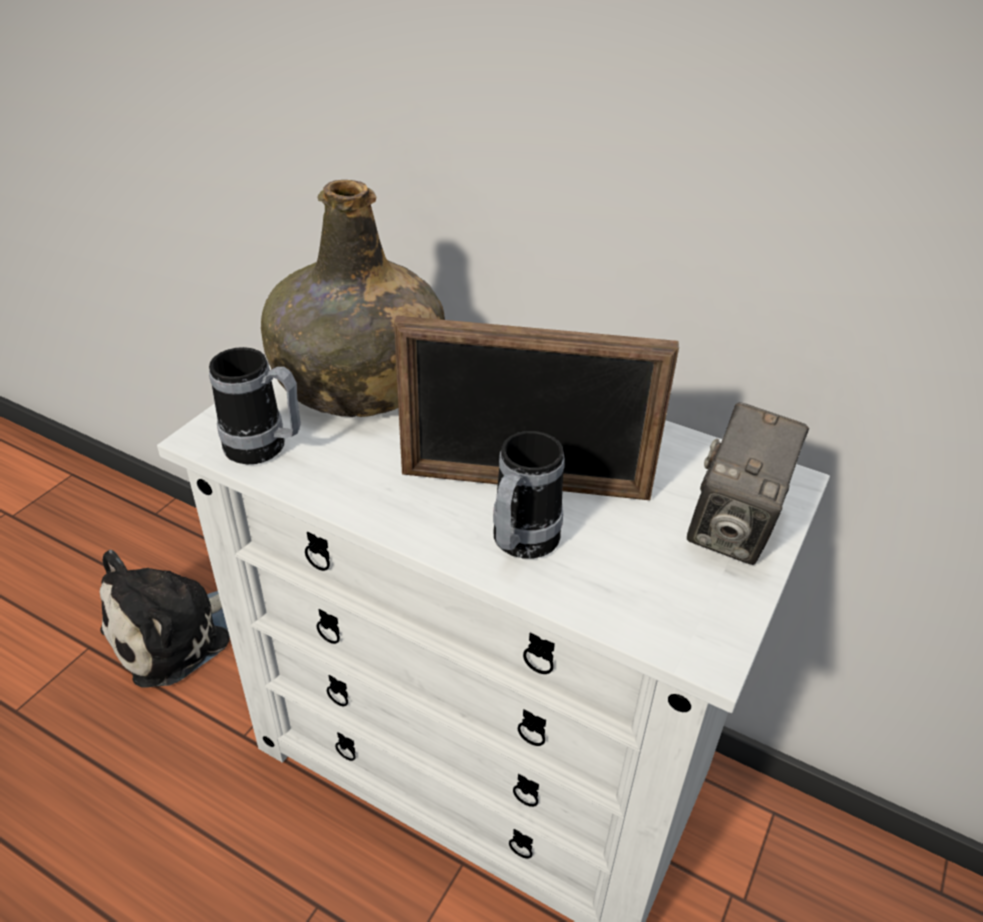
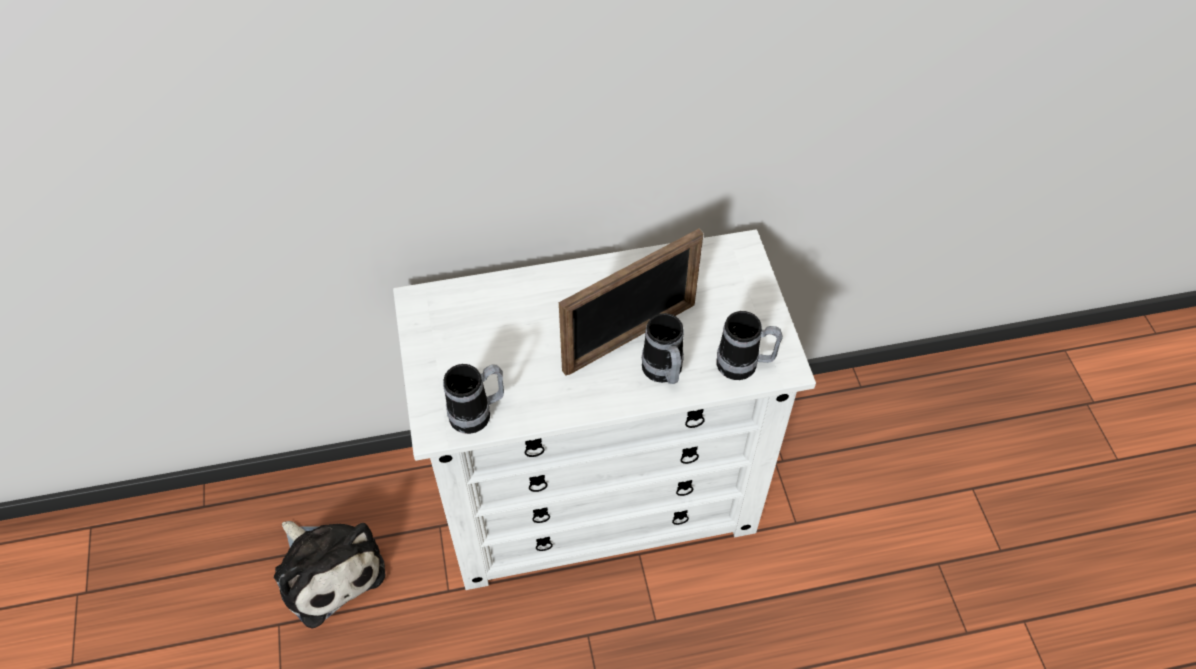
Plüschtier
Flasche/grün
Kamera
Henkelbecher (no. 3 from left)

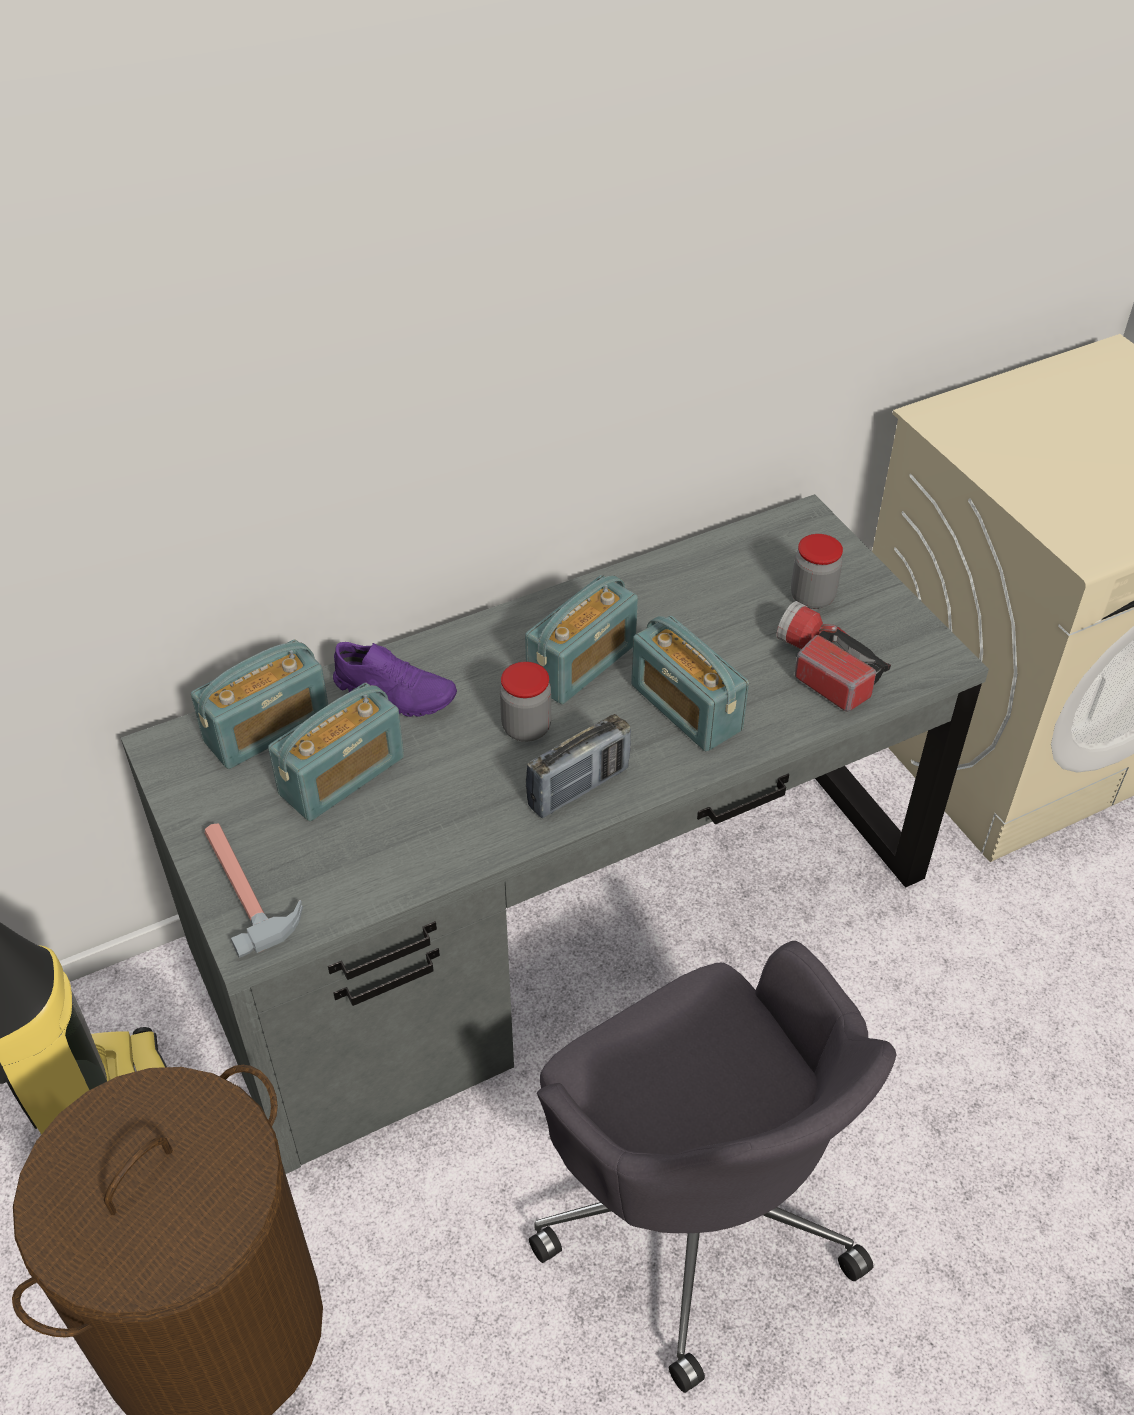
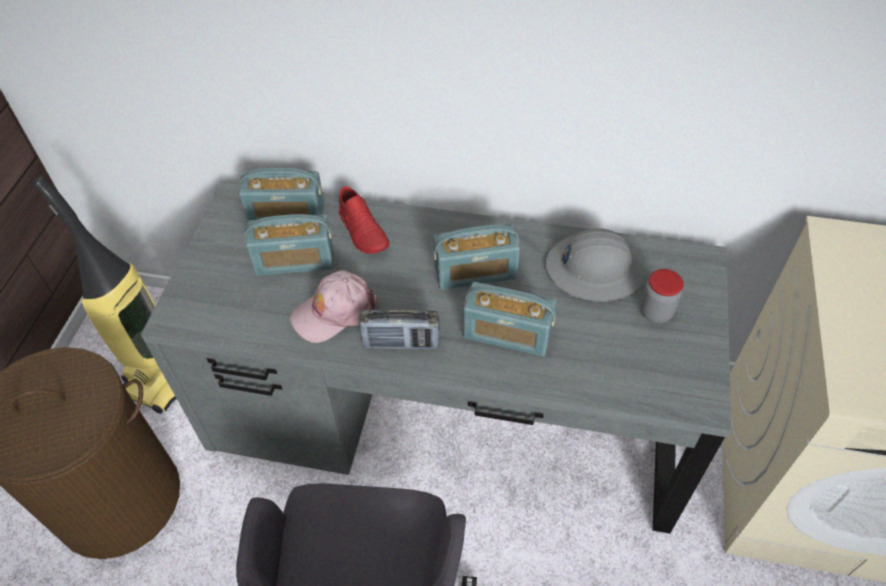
Hammer
Schuh/rot
Vorratsglas (no. 1 from left in the first image)
Radio (no. 5 from left)
Taschenlampe
Kappe/rosa
Schutzhelm/grau

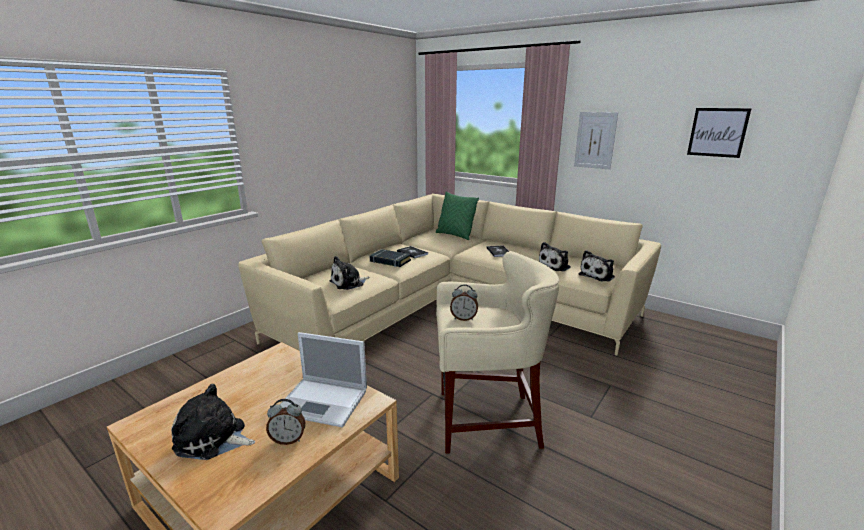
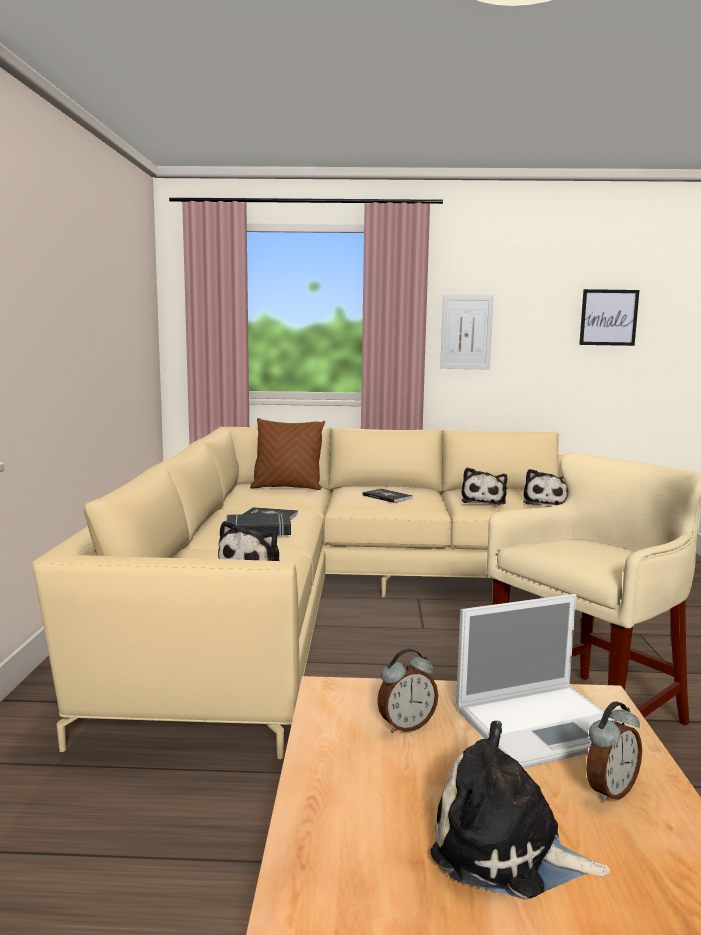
Plüschtier (no. 3 from left)
Kissen/braun
Wecker (no. 1 from left)

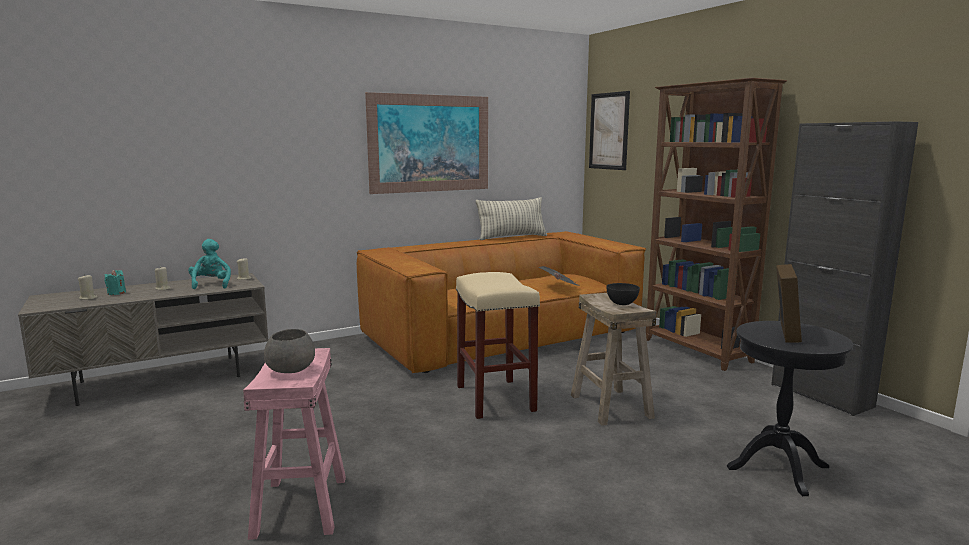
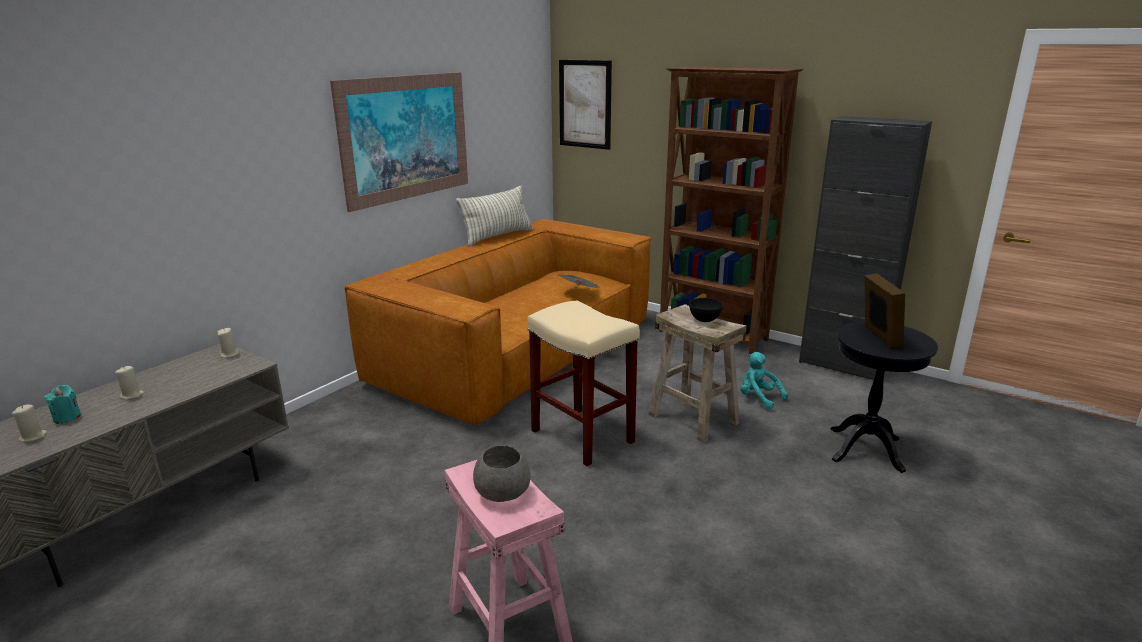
Plüschtier/türkis

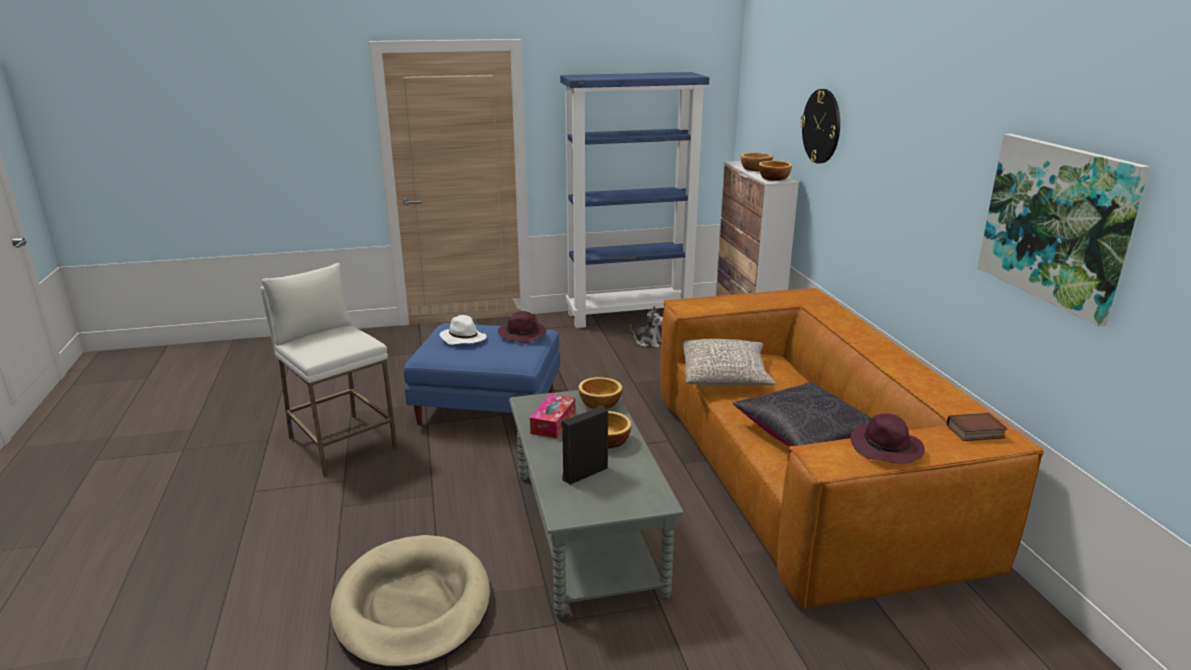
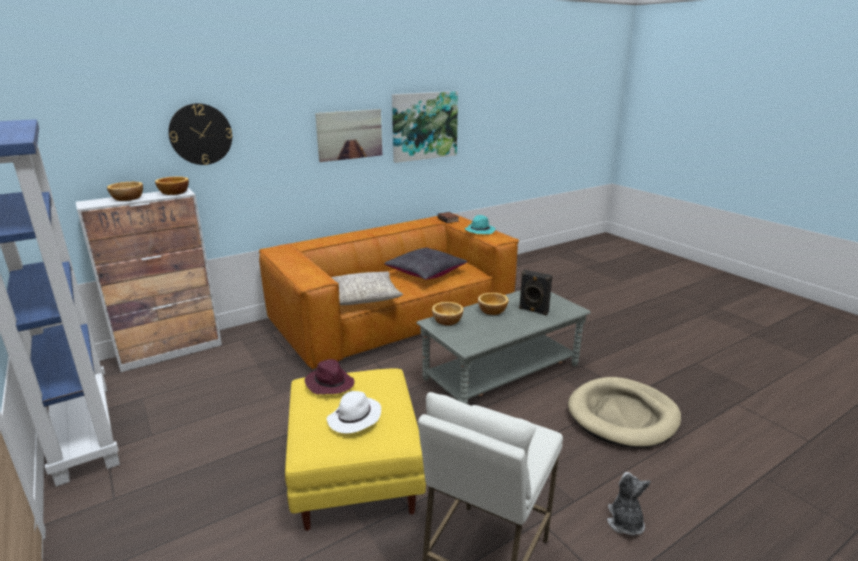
Polsterhocker/gelb
Taschentuchbox
Plüschtier
Hut/türkis
Bild (no. 1 from left)

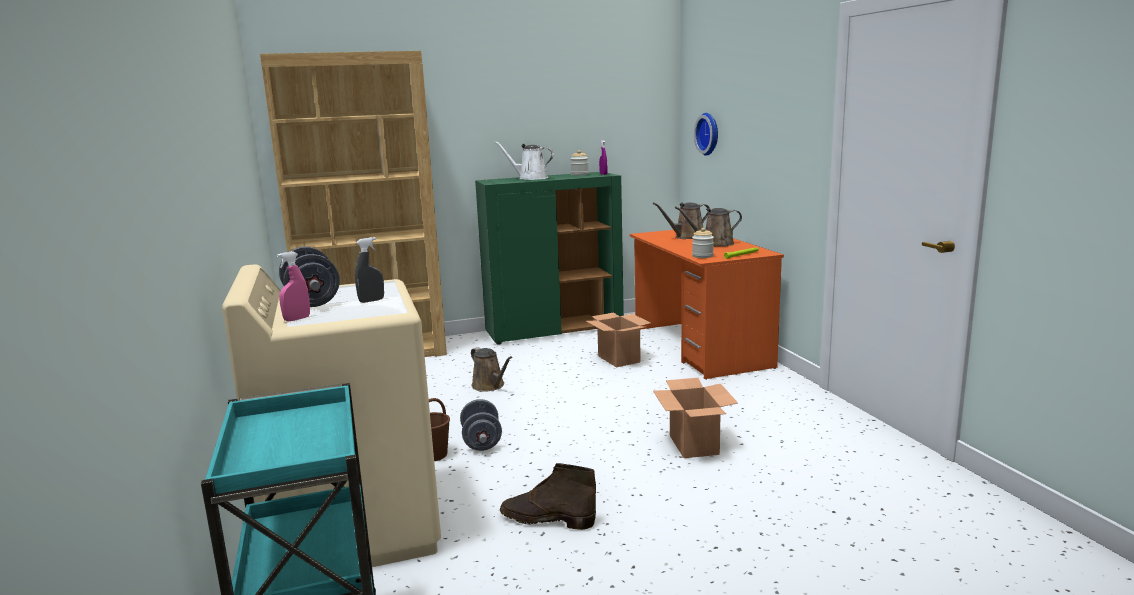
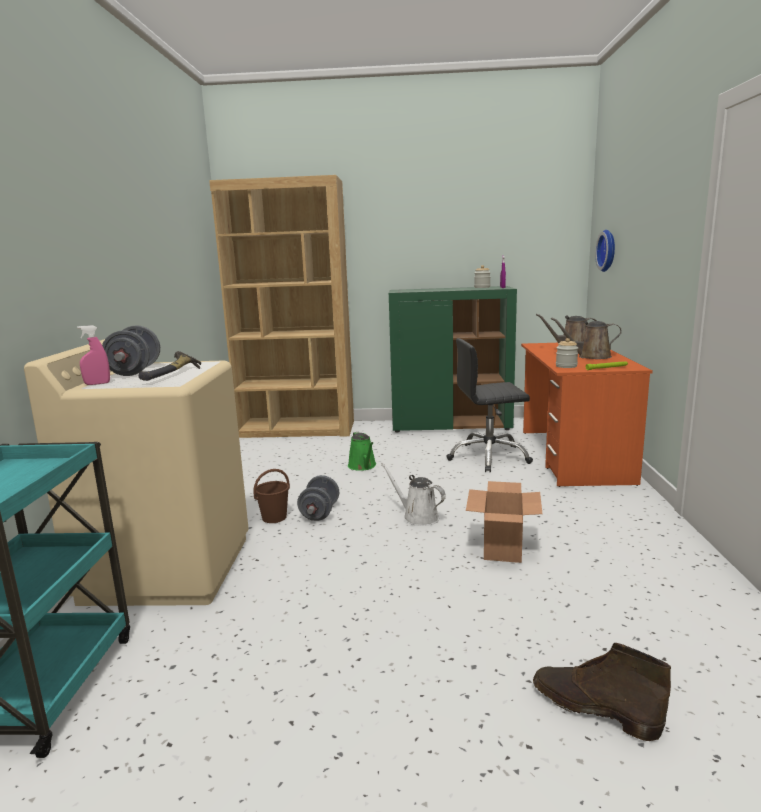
Hammer
Gießkanne/grün
Gießkanne/weiß
Stiefel/braun
Bürostuhl/schwarz

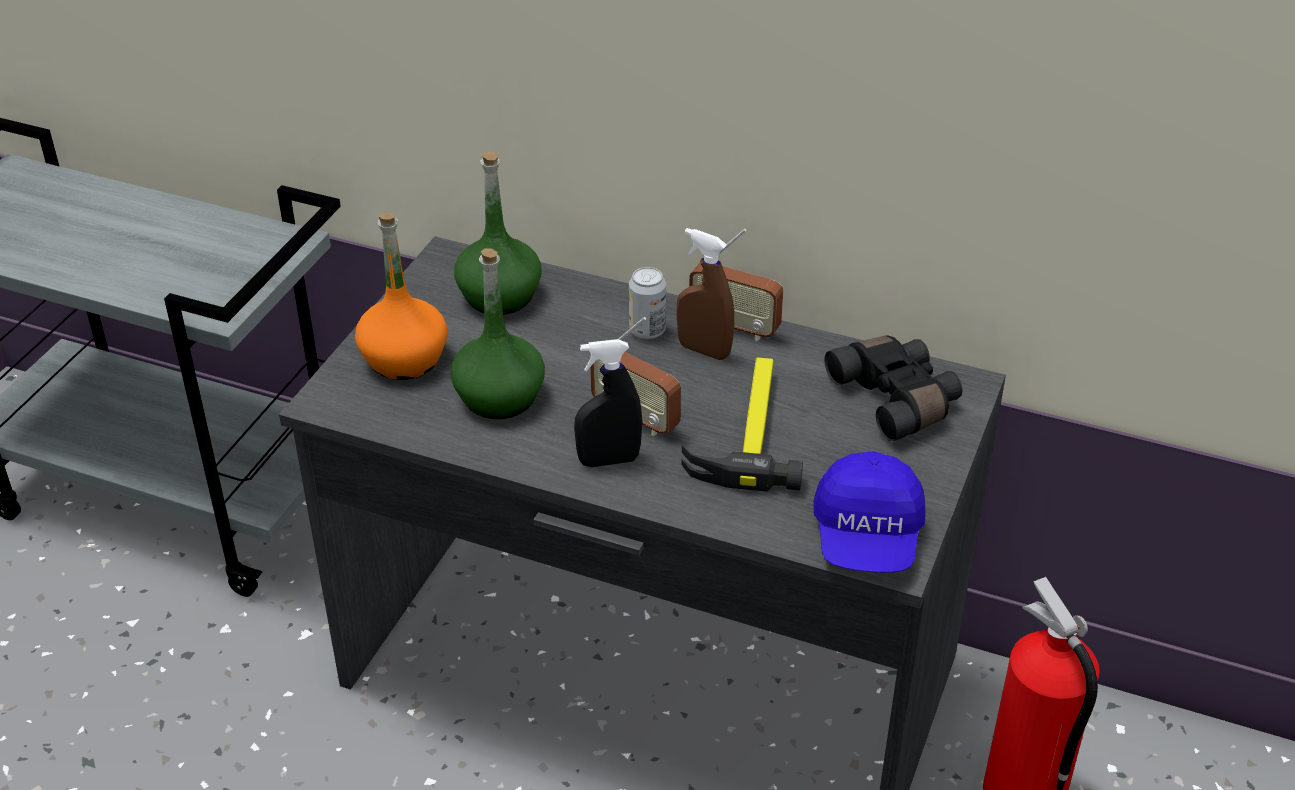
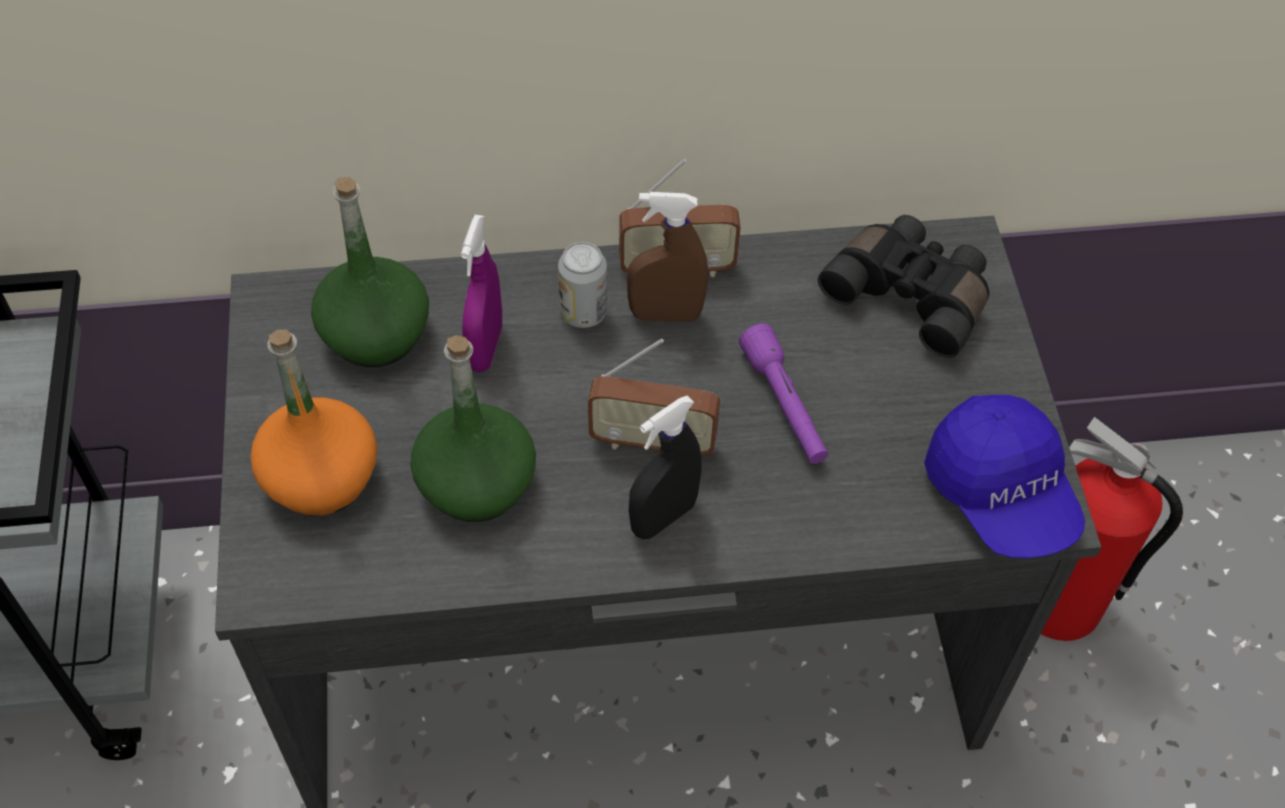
Taschenlampe/lila
Sprühflasche/lila

